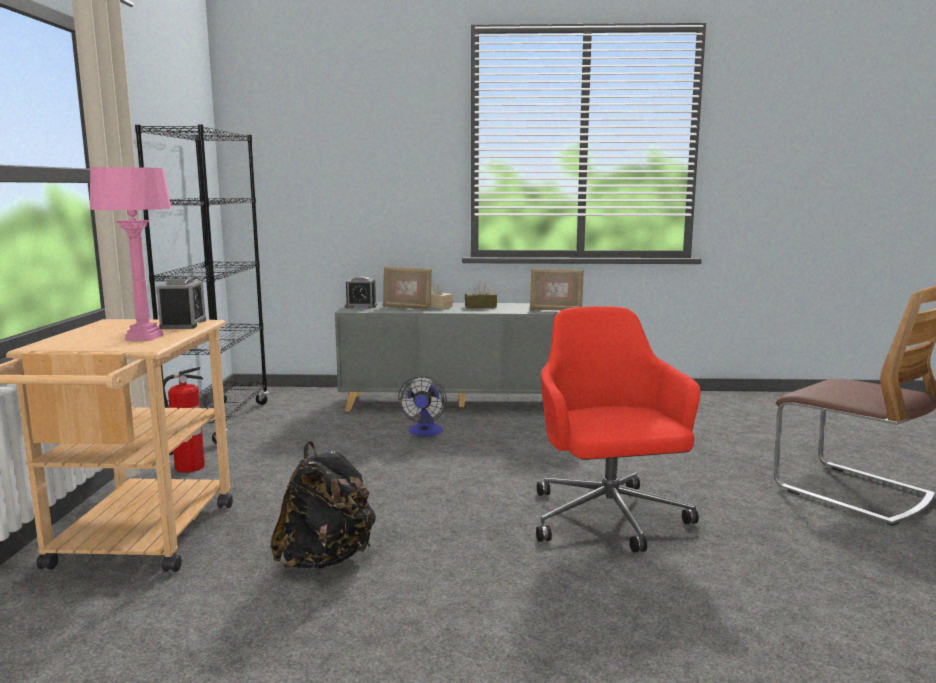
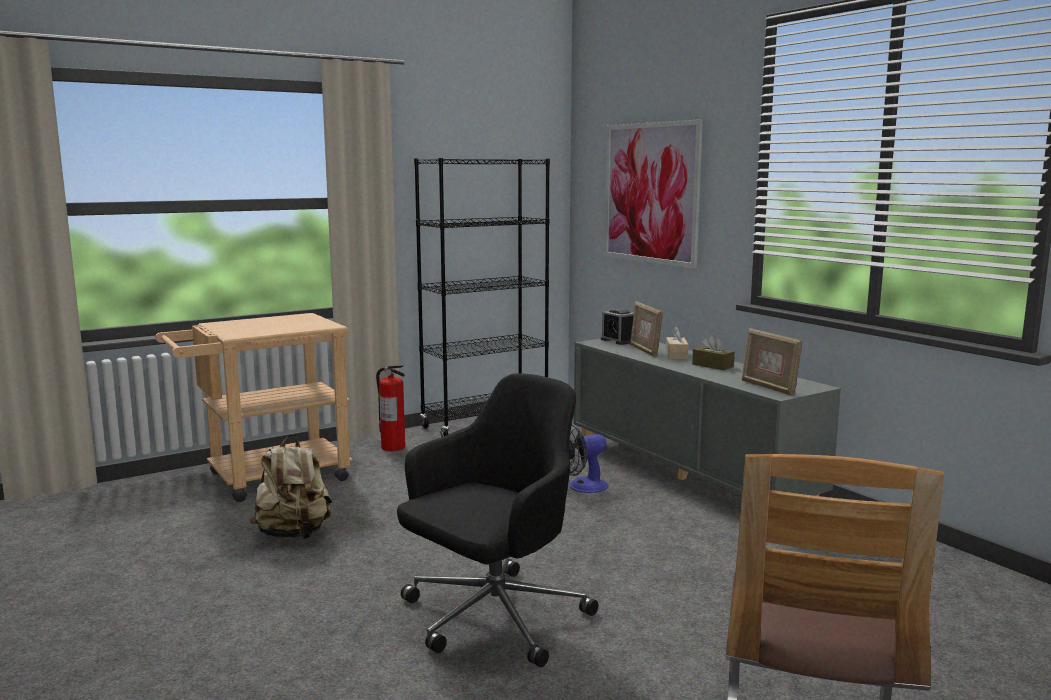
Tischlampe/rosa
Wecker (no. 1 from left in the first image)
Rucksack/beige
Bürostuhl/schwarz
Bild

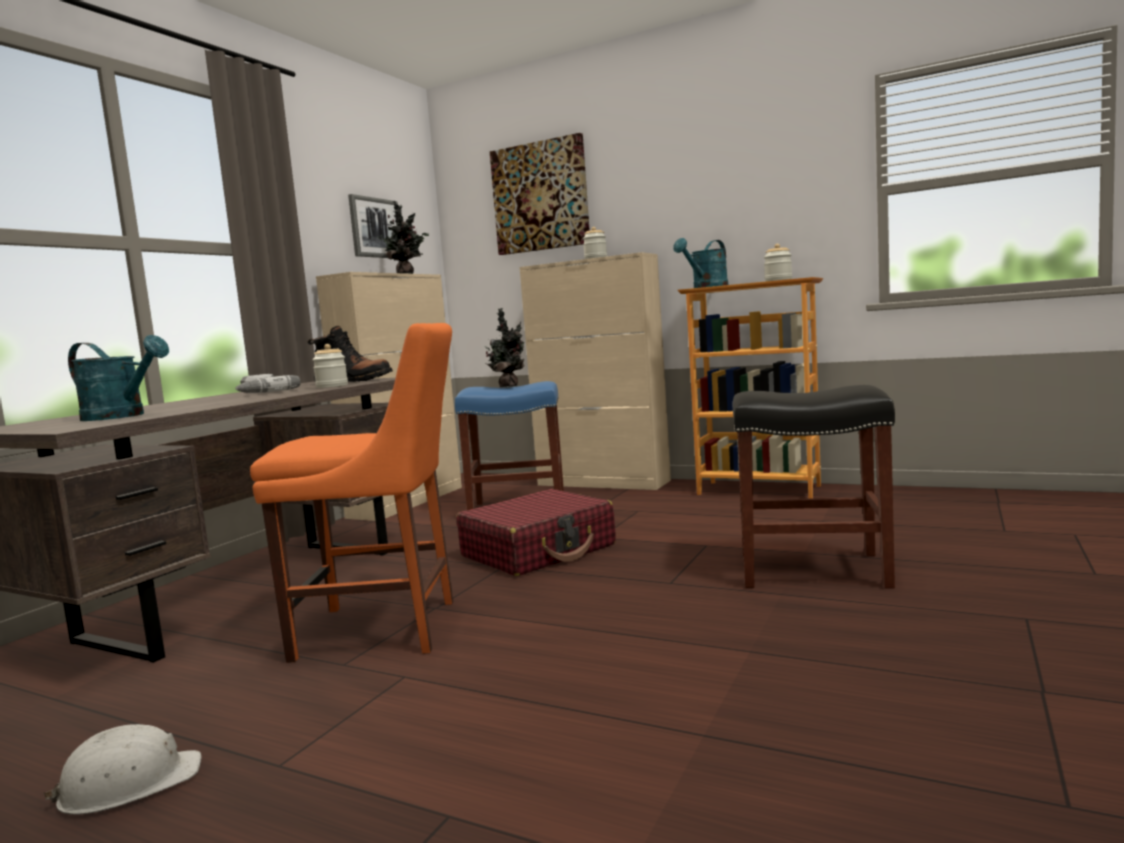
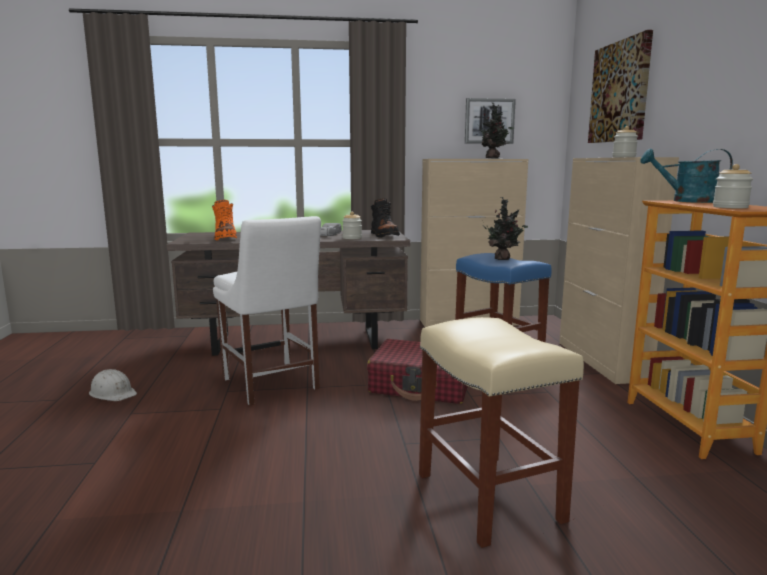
Stiefel/orange
Stuhl/weiß
Hocker/beige

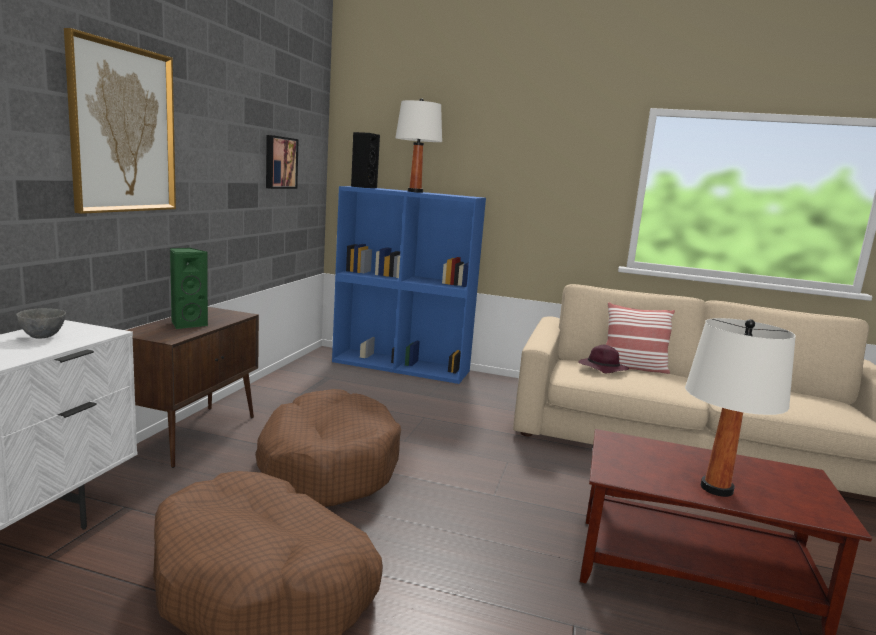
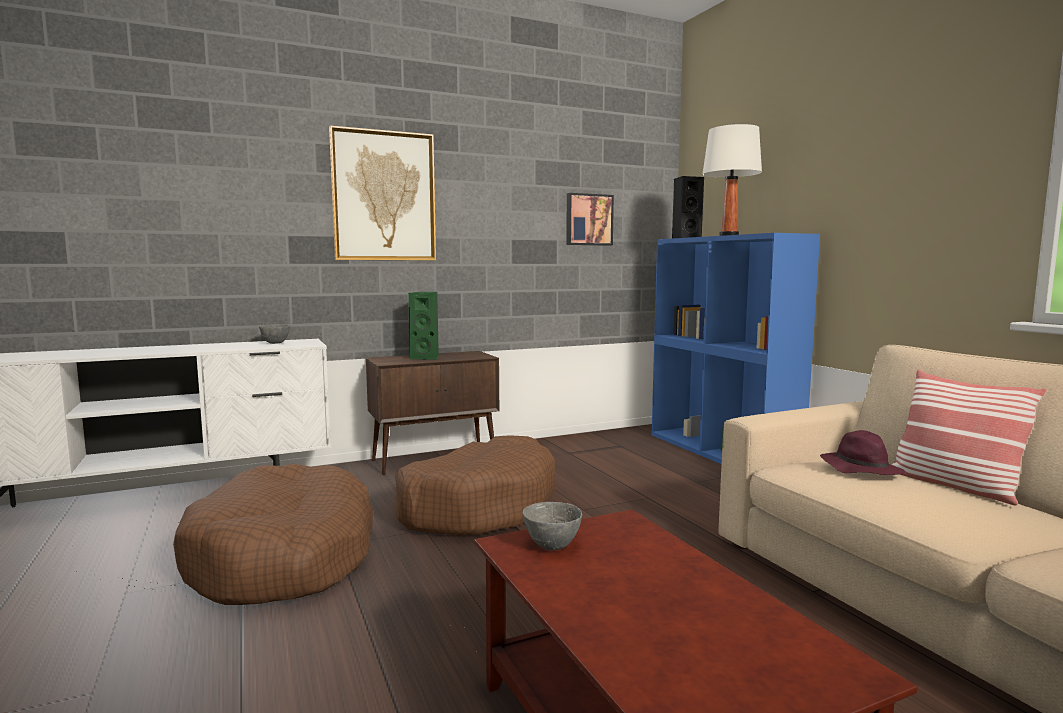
Tischlampe/weiß (no. 2 from left in the first image)
Schüssel/grau (no. 2 from left)

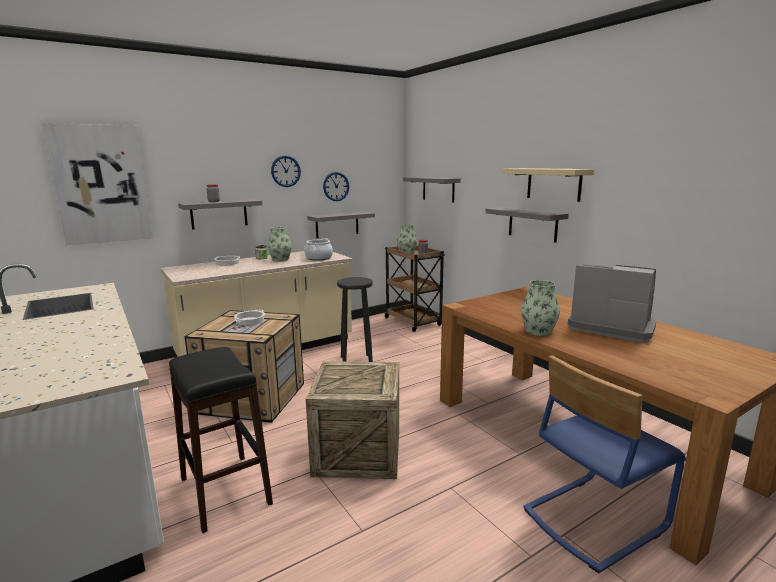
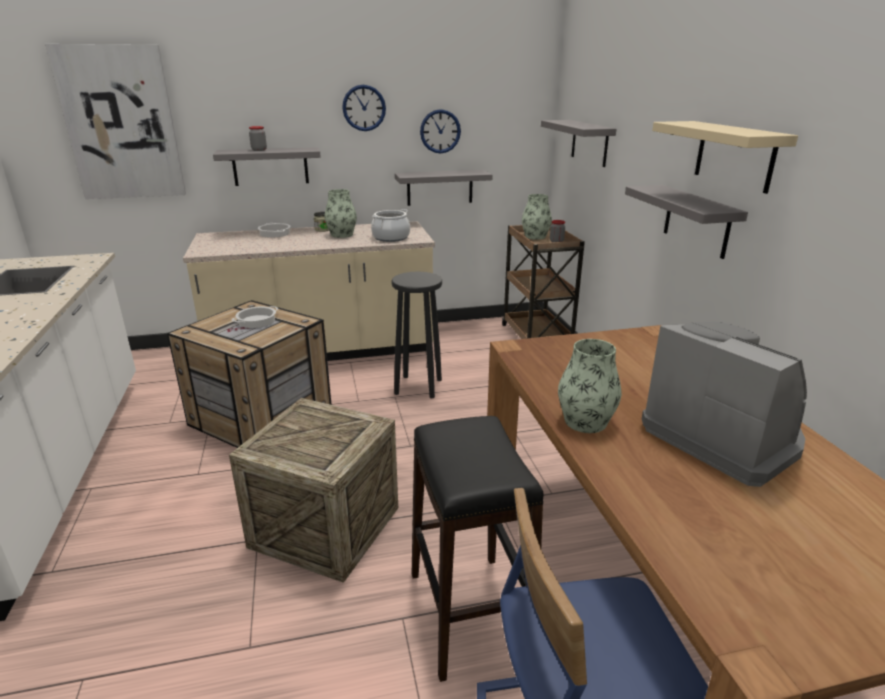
Hocker/schwarz (no. 2 from left)

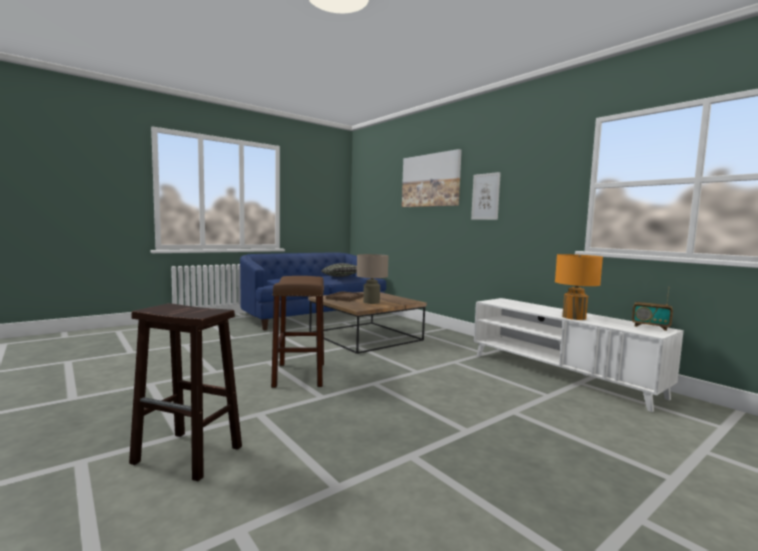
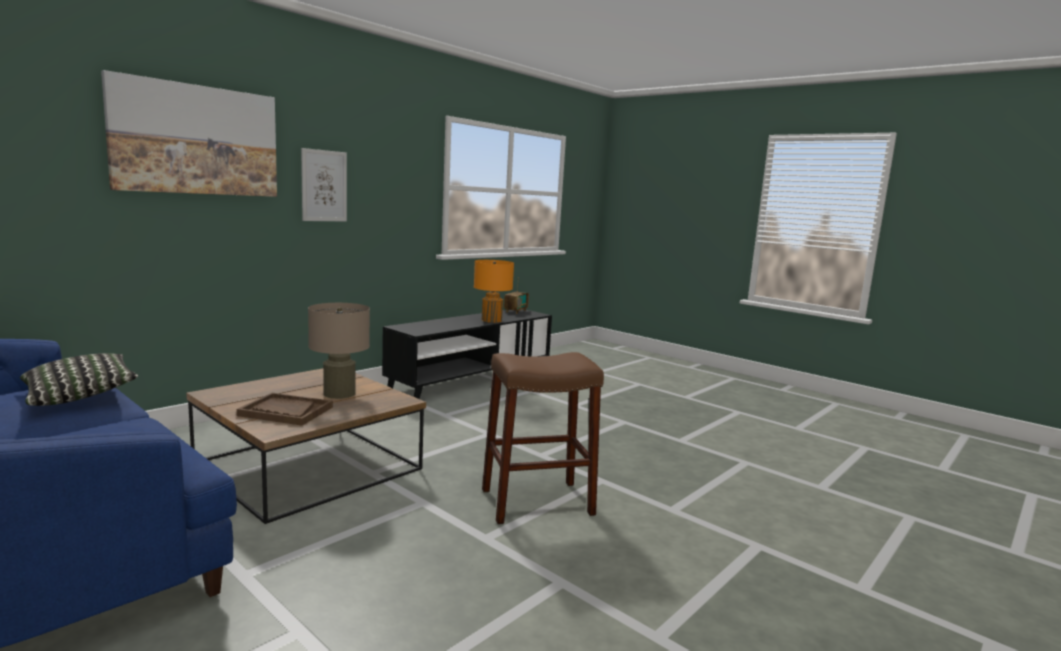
Hocker/braun (no. 1 from left in the first image)
Fernsehschrank/schwarz

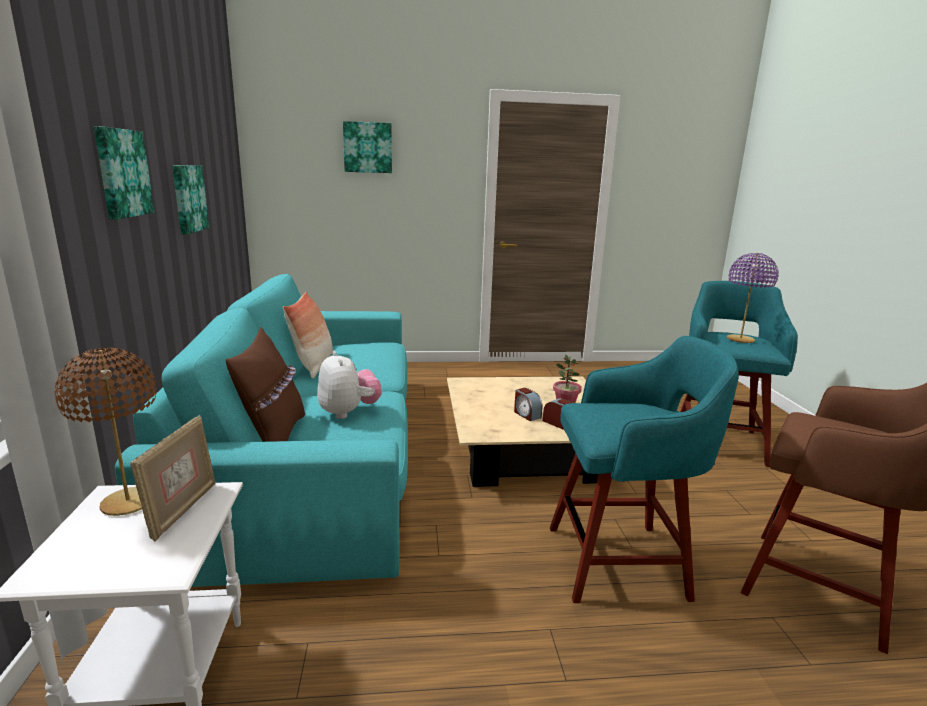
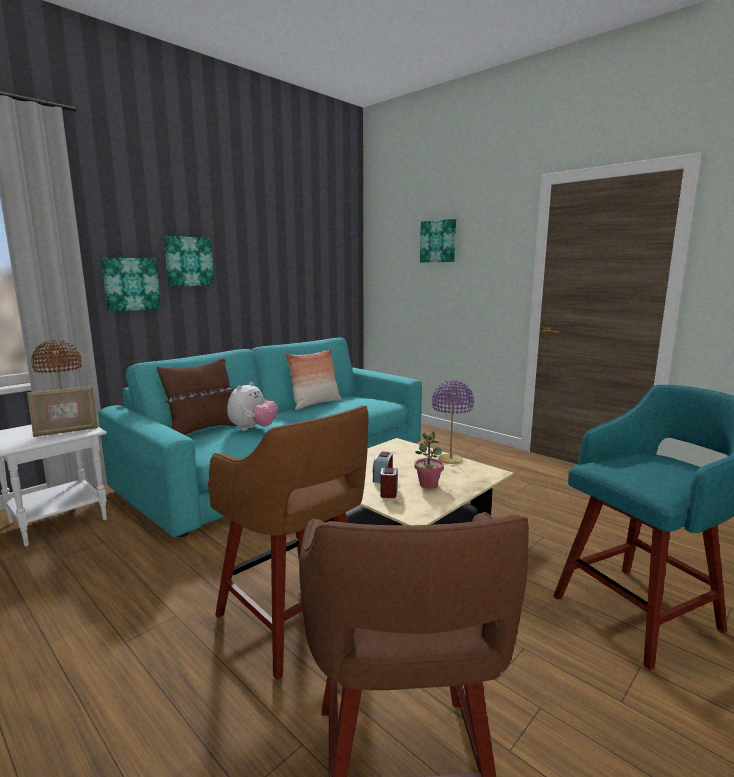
Bild (no. 1 from left)
Hocker/braun (no. 1 from left)
Tischlampe/lila

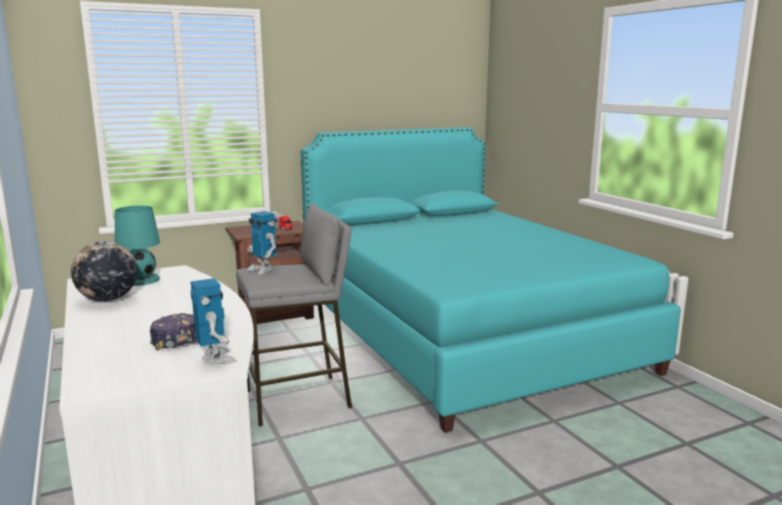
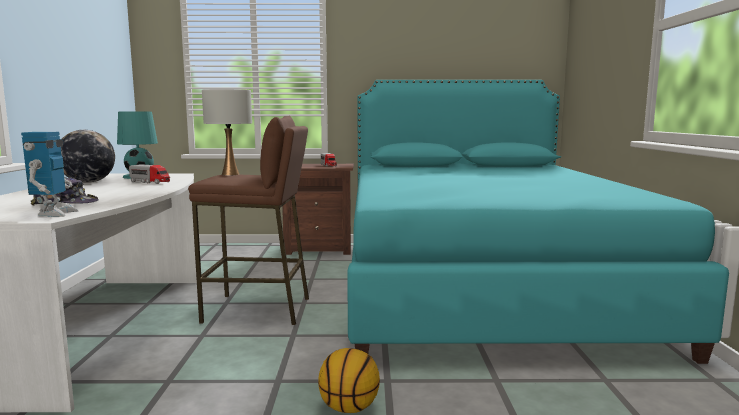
Hocker/braun
Tischlampe/weiß
Spielzeuglaster (no. 1 from left)
Basketball

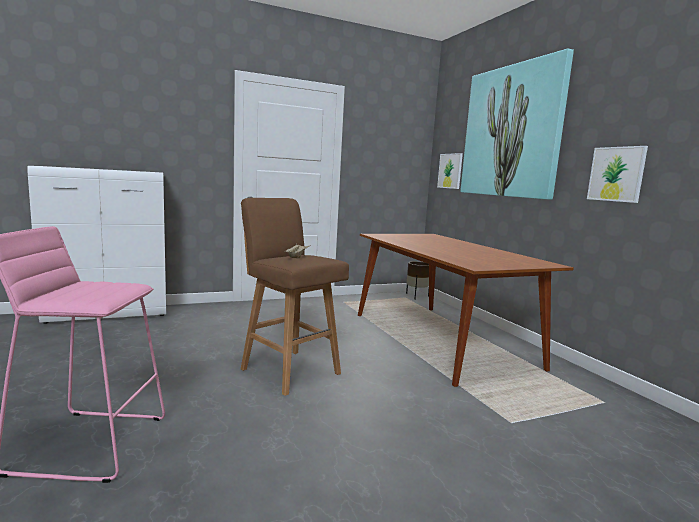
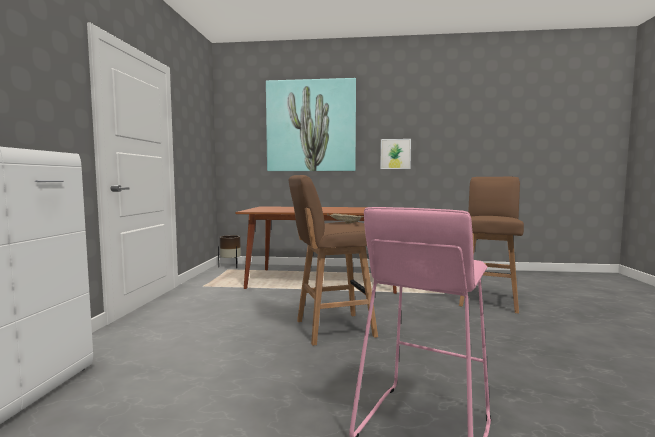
Bild (no. 1 from left in the first image)
Hocker/braun (no. 2 from left)

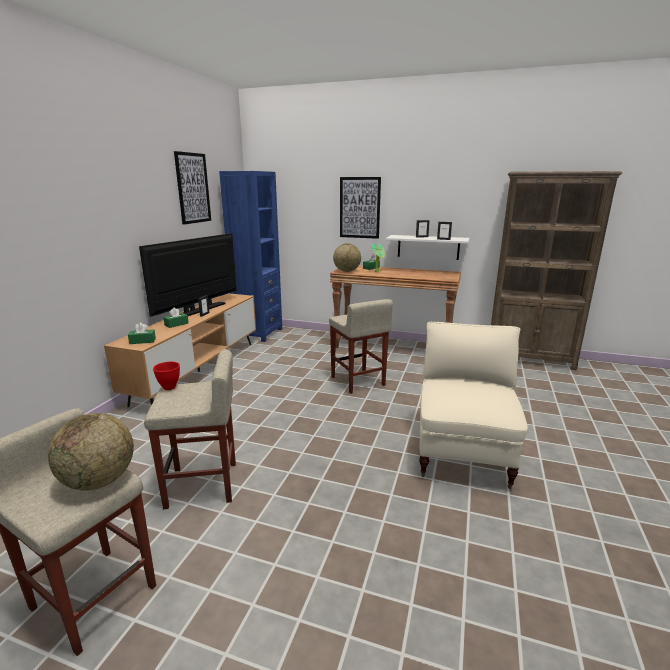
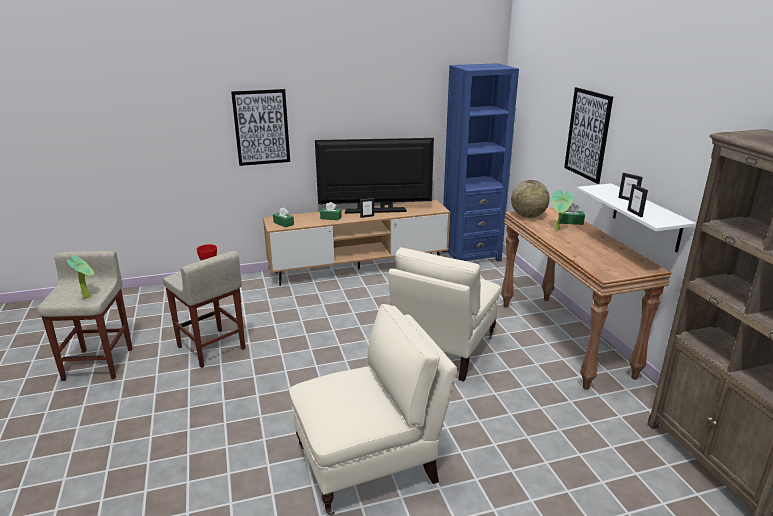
Topfpflanze (no. 1 from left)
Bild (no. 1 from left)
Sessel/beige (no. 2 from left)

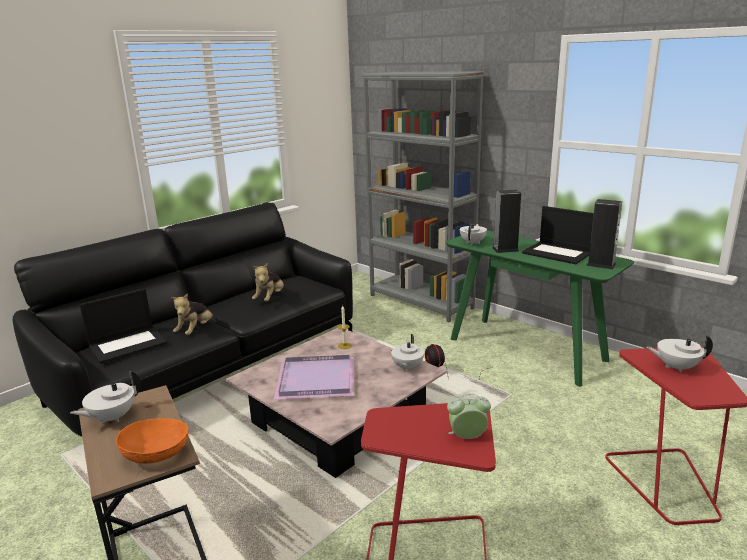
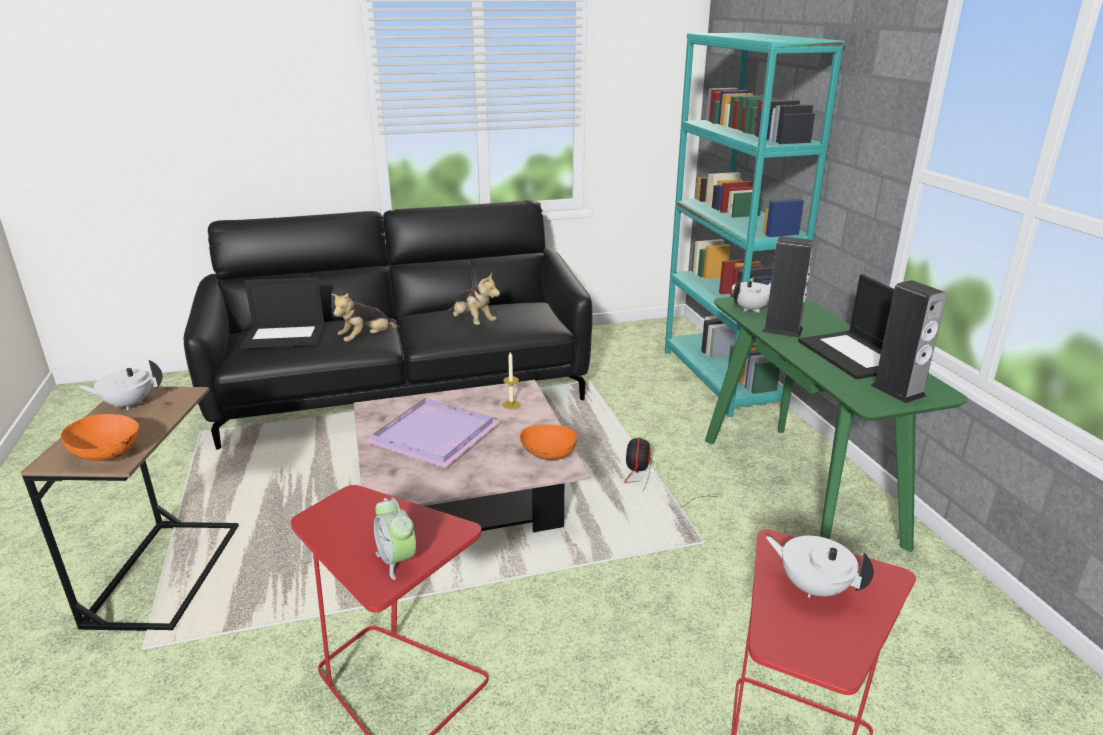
Plüschtier (no. 2 from left)
Bücherregal/türkis
Schüssel/orange (no. 2 from left)
Wecker

